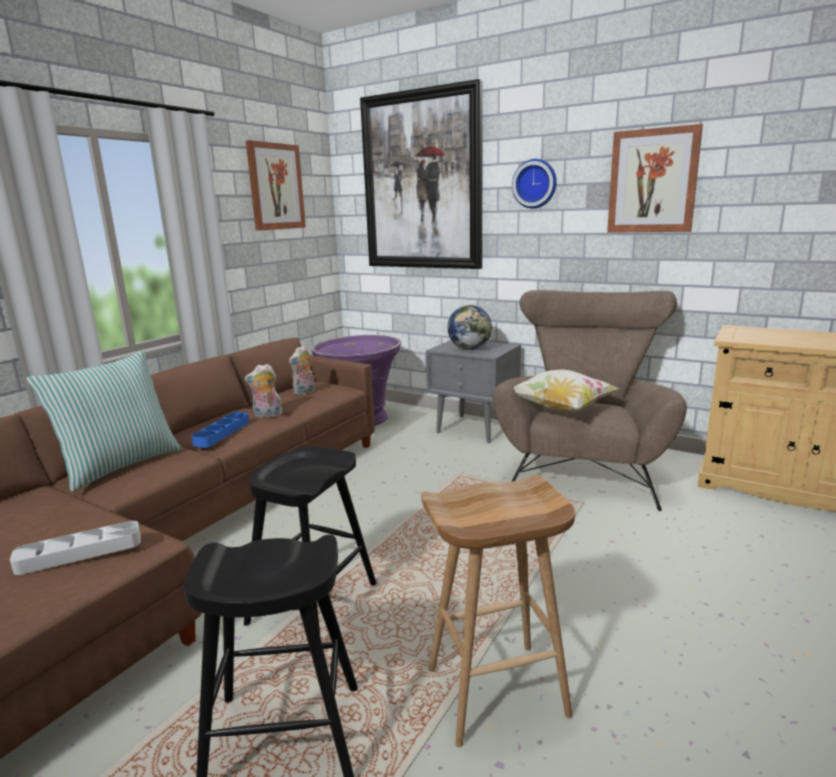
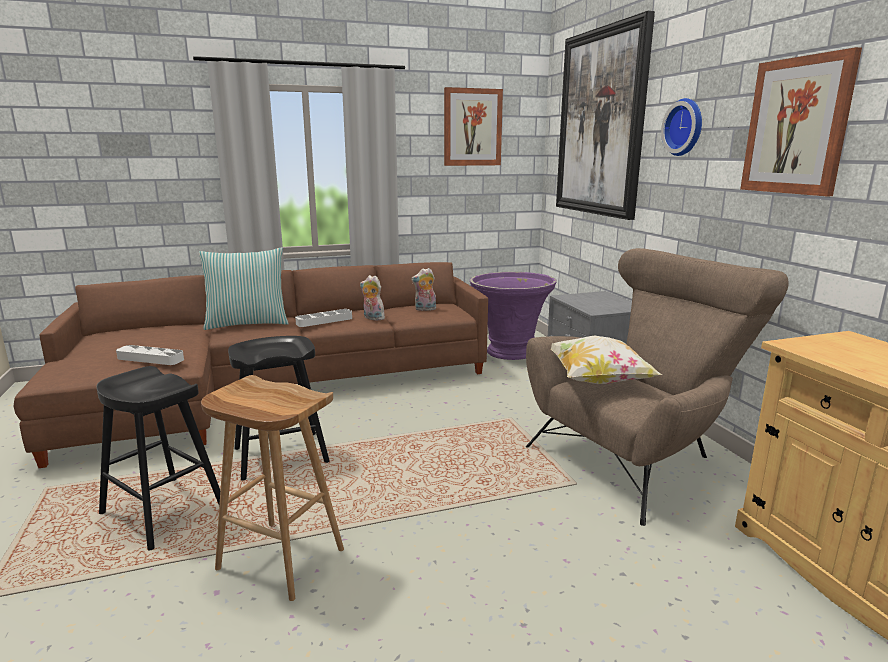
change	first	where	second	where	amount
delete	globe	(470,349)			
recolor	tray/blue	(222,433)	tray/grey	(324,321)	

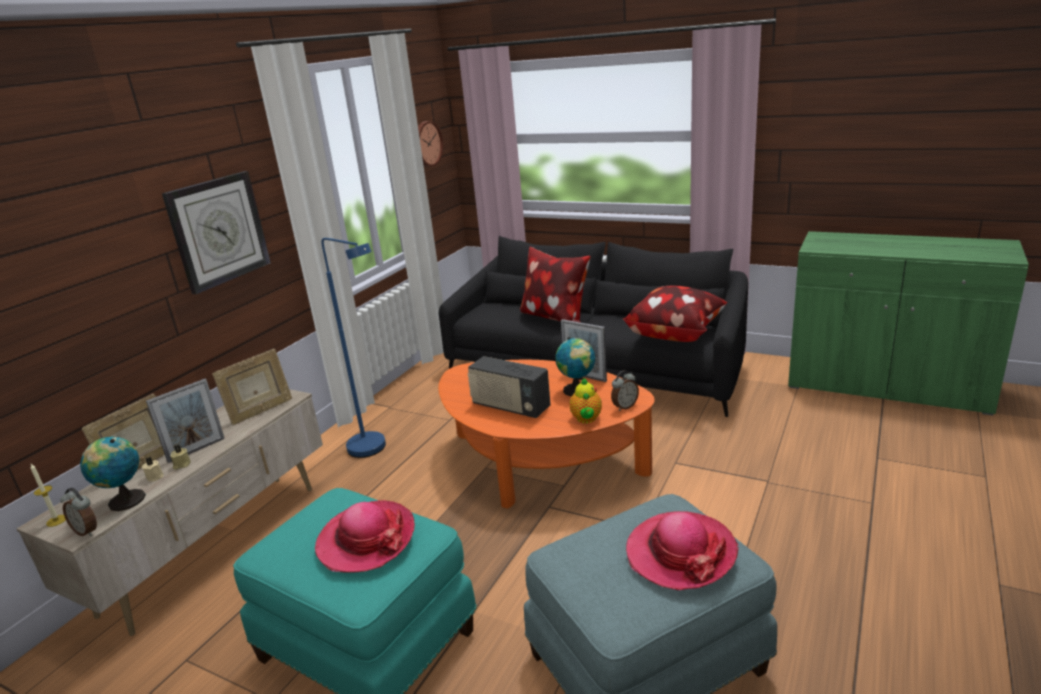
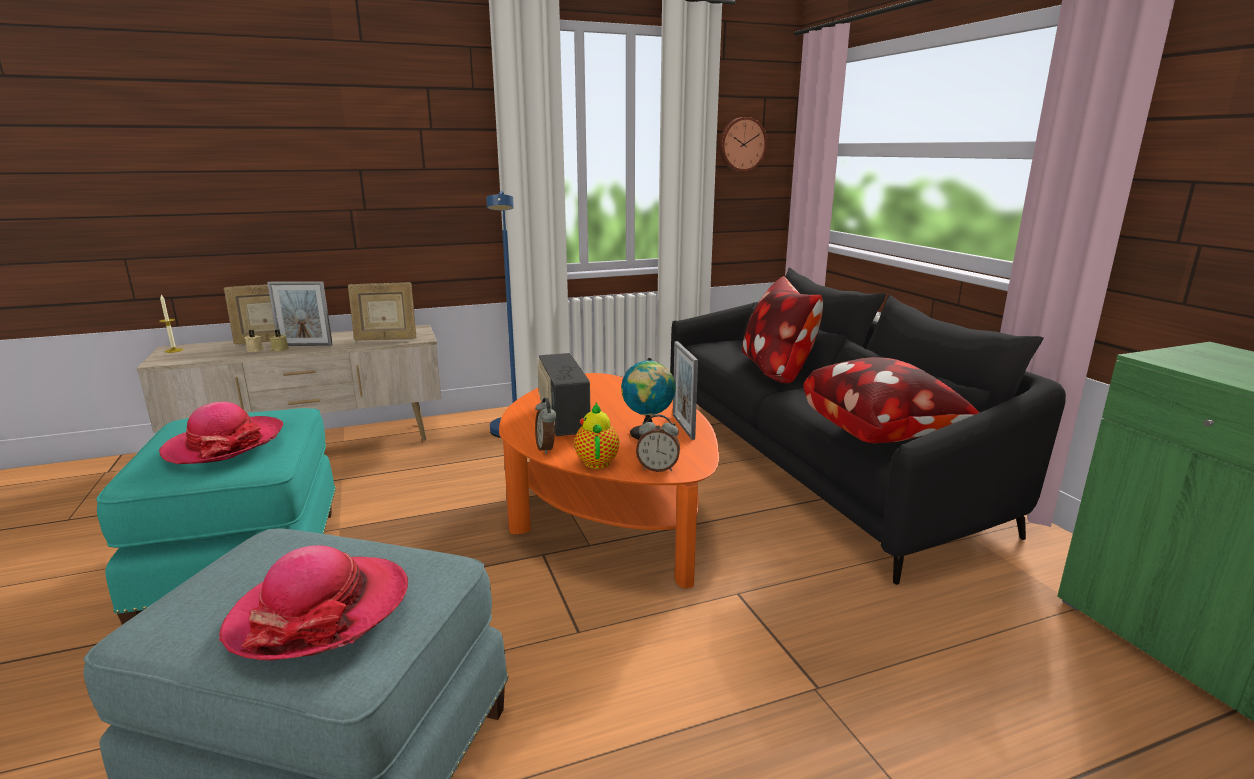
change	first	where	second	where	amount
delete	globe	(124,501)			
delete	wall clock	(218,231)			
move	alarm clock	(87,531)		(546,448)	
rotate	teapot	(586,419)		(597,461)	135 degrees clockwise

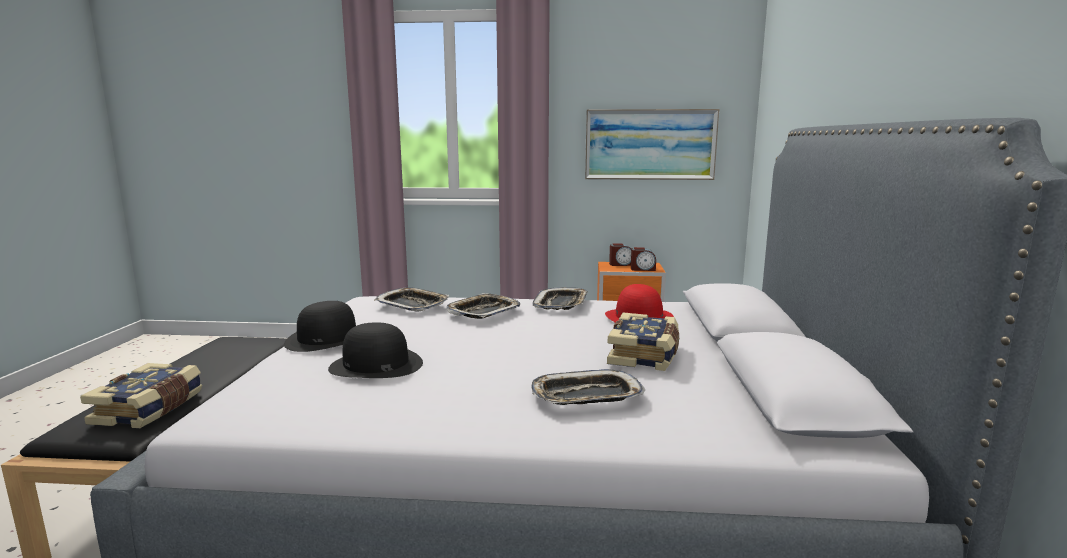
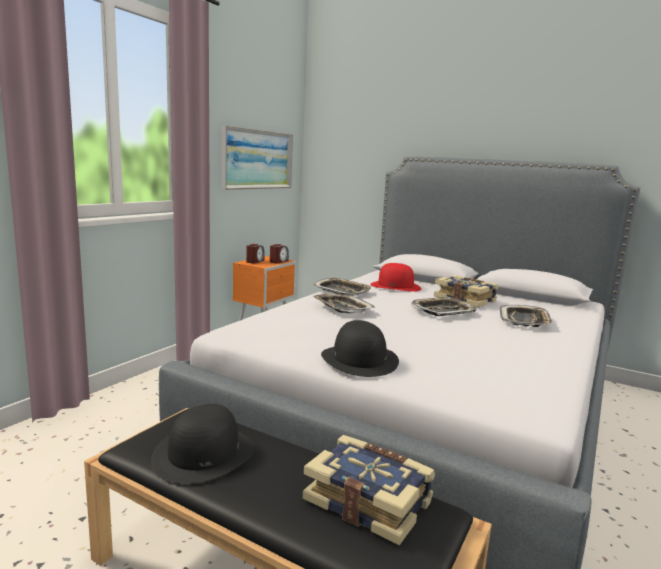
change	first	where	second	where	amount
move	hat/black	(375,365)		(204,454)	
move	tray	(413,305)		(442,311)	

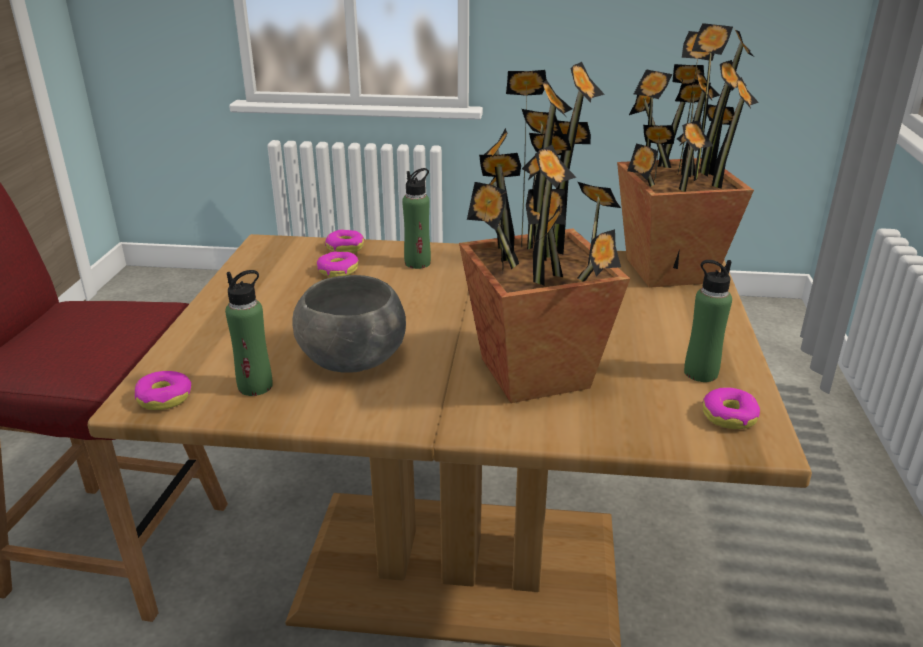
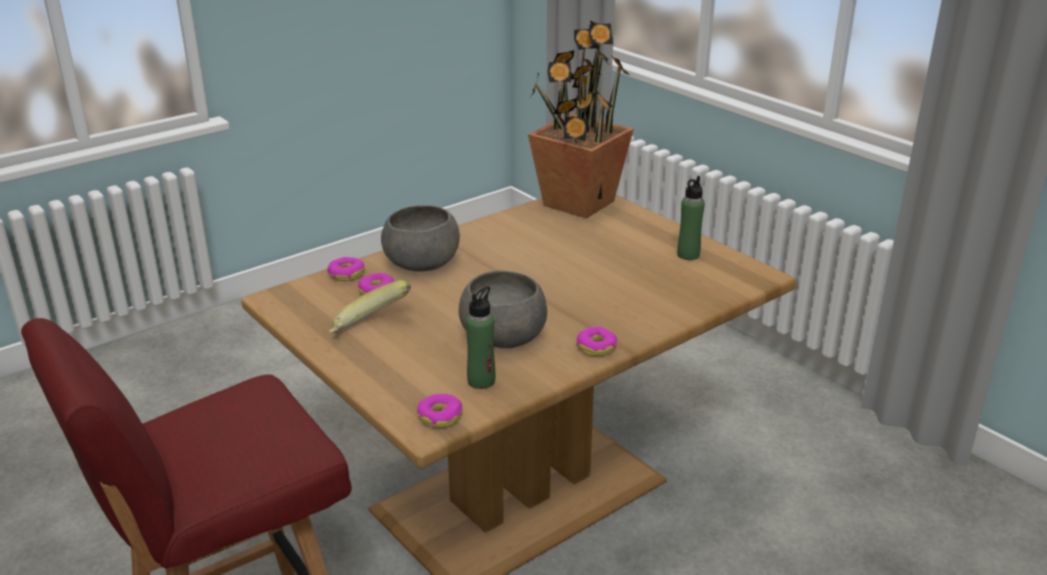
change	first	where	second	where	amount
delete	potted plant	(533,374)			
insert			banana	(370,328)	
move	donut	(729,416)		(596,347)	
replace	bottle/green	(417,263)	bowl/grey	(421,262)	

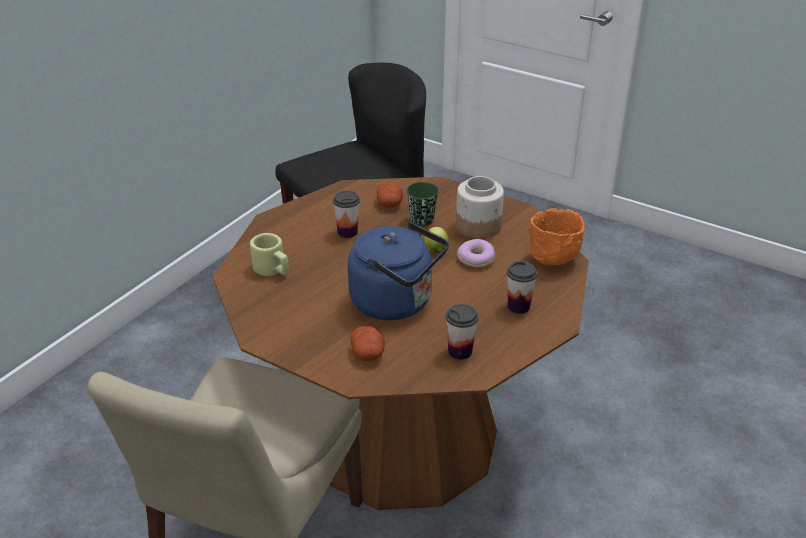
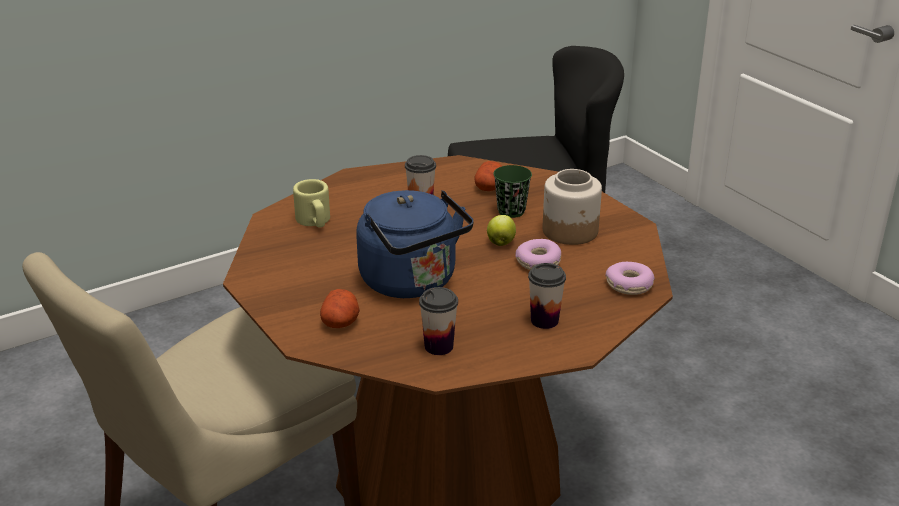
change	first	where	second	where	amount
replace	bowl/orange	(554,260)	donut	(629,285)	

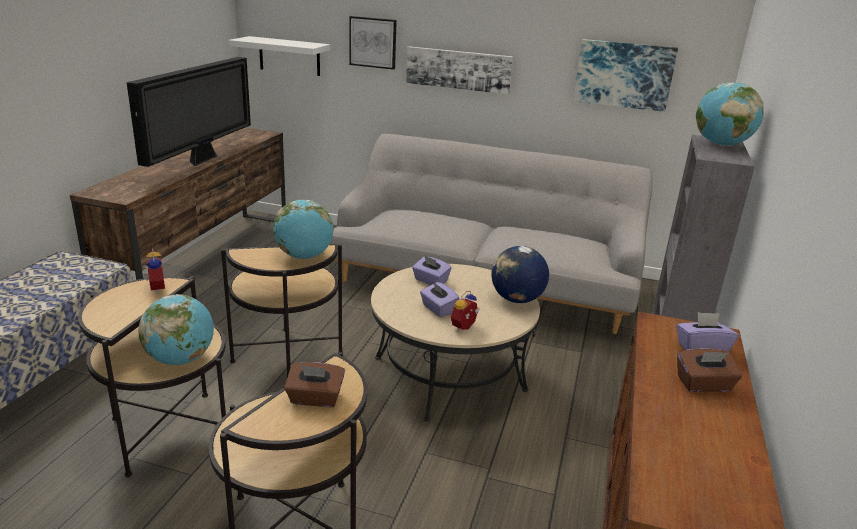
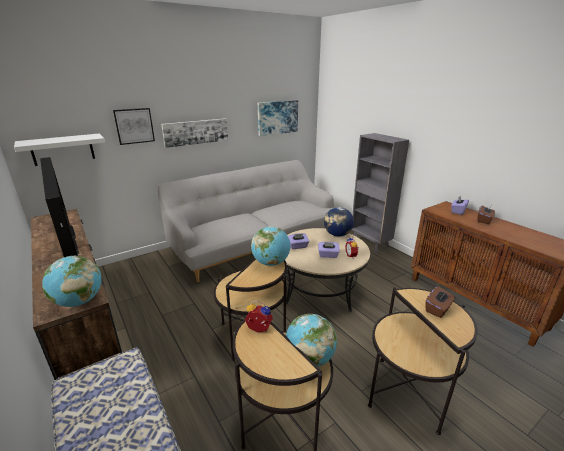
change	first	where	second	where	amount
move	globe	(721,145)		(79,301)	

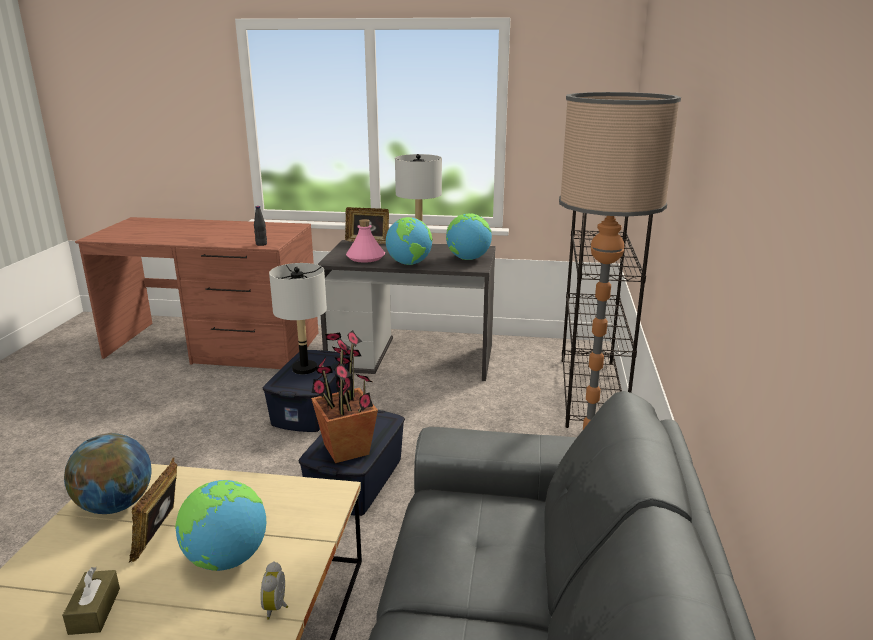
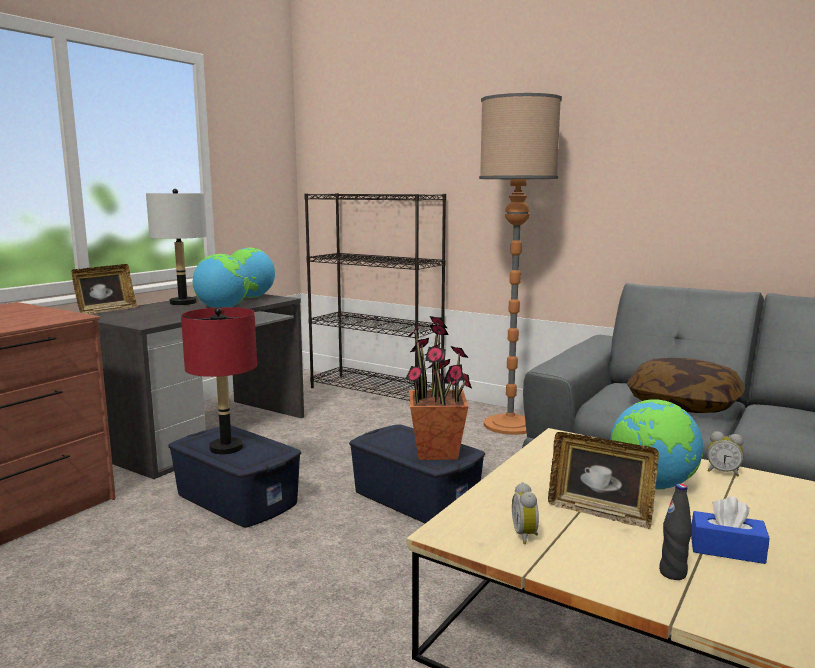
change	first	where	second	where	amount
delete	bottle/pink	(366,257)			
insert			pillow	(683,404)	
move	bottle/black	(261,244)		(673,573)	
replace	globe	(115,505)	alarm clock	(526,535)	
recolor	tissue box/brown	(94,611)	tissue box/blue	(727,549)	
recolor	table lamp/grey	(304,369)	table lamp/red	(226,448)	

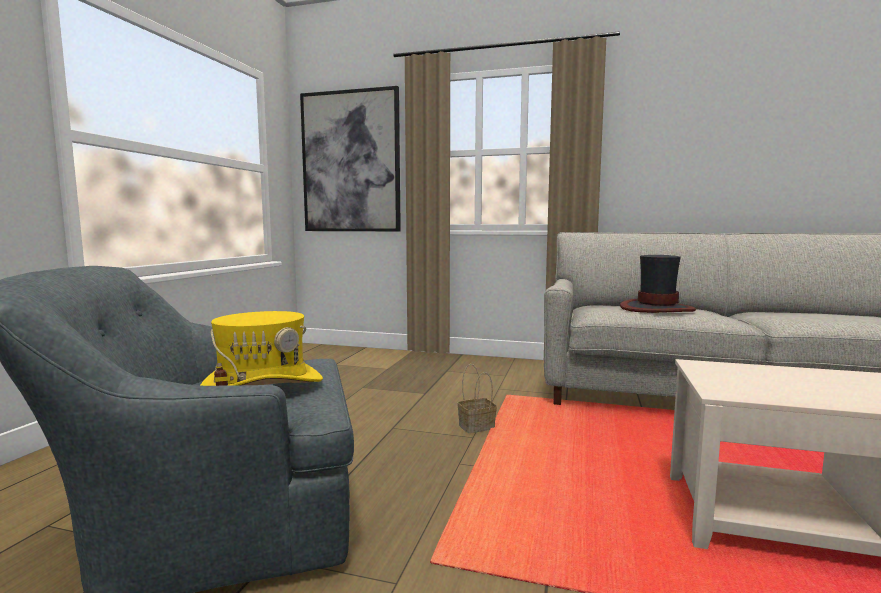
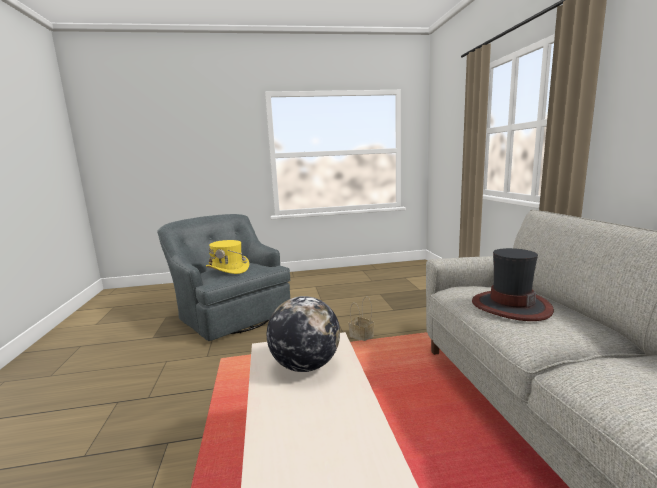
change	first	where	second	where	amount
delete	picture	(351,162)			
insert			globe	(305,366)	

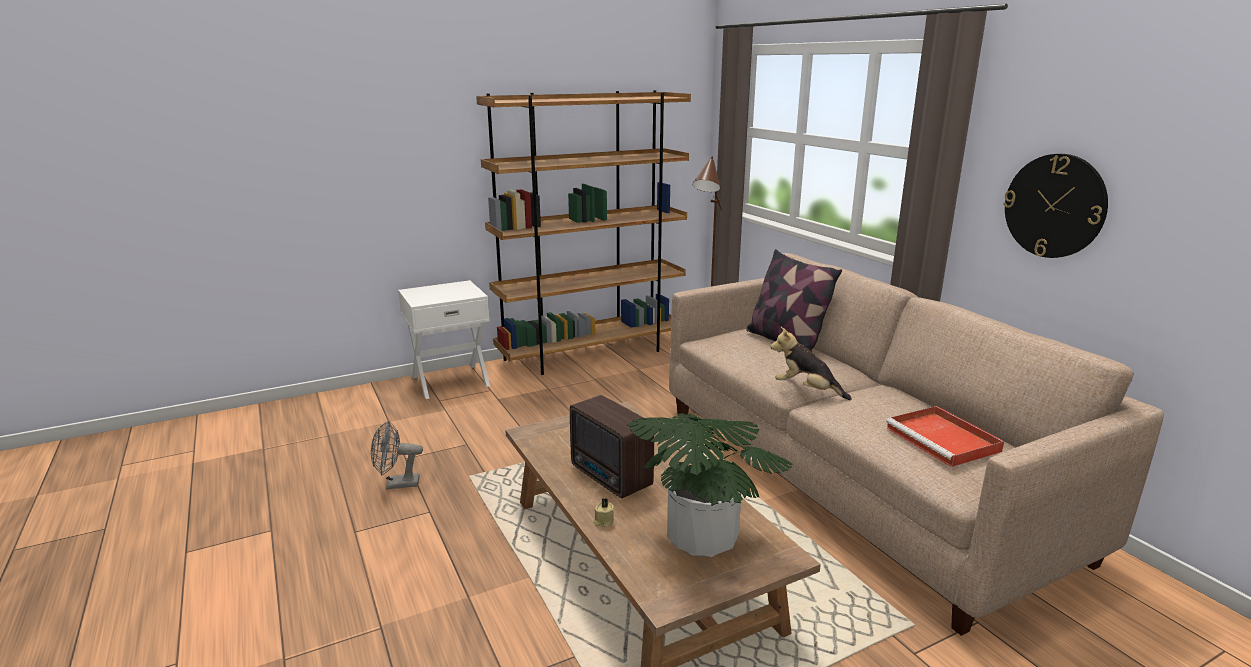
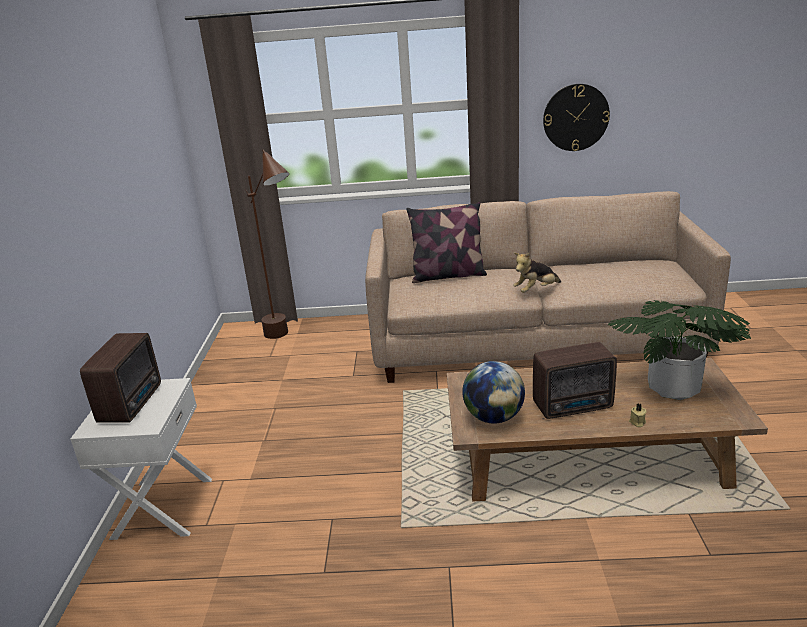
change	first	where	second	where	amount
delete	fan/grey	(397,484)			
delete	bookcase/brown	(592,353)			
delete	tray/red	(944,440)			
insert			radio	(133,403)	
insert			globe	(493,417)	

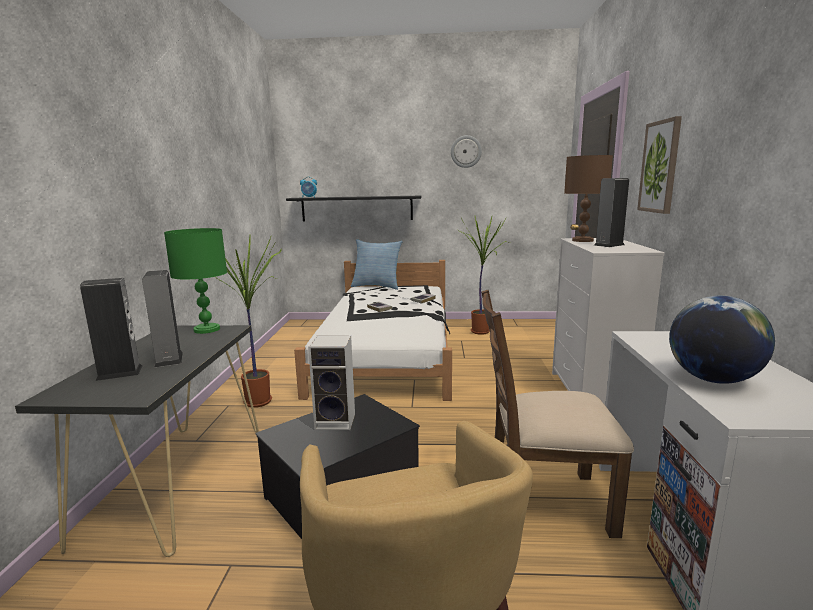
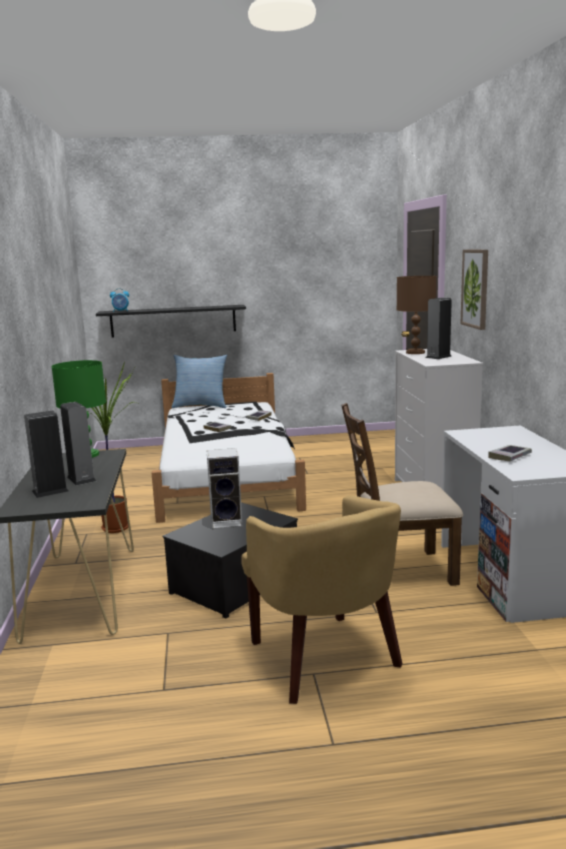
change	first	where	second	where	amount
delete	wall clock	(466,151)			
delete	potted plant	(481,331)			
replace	globe	(712,379)	book	(509,456)	

